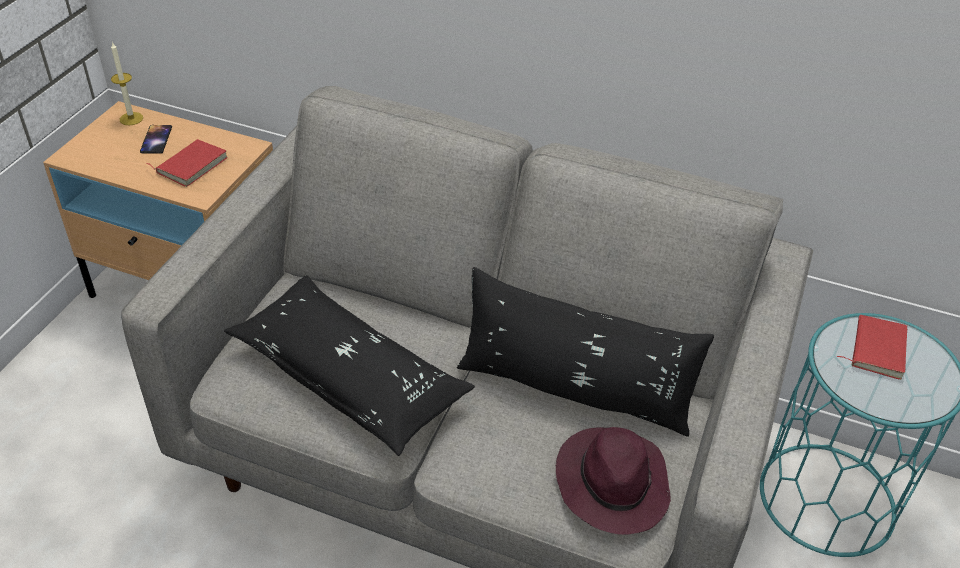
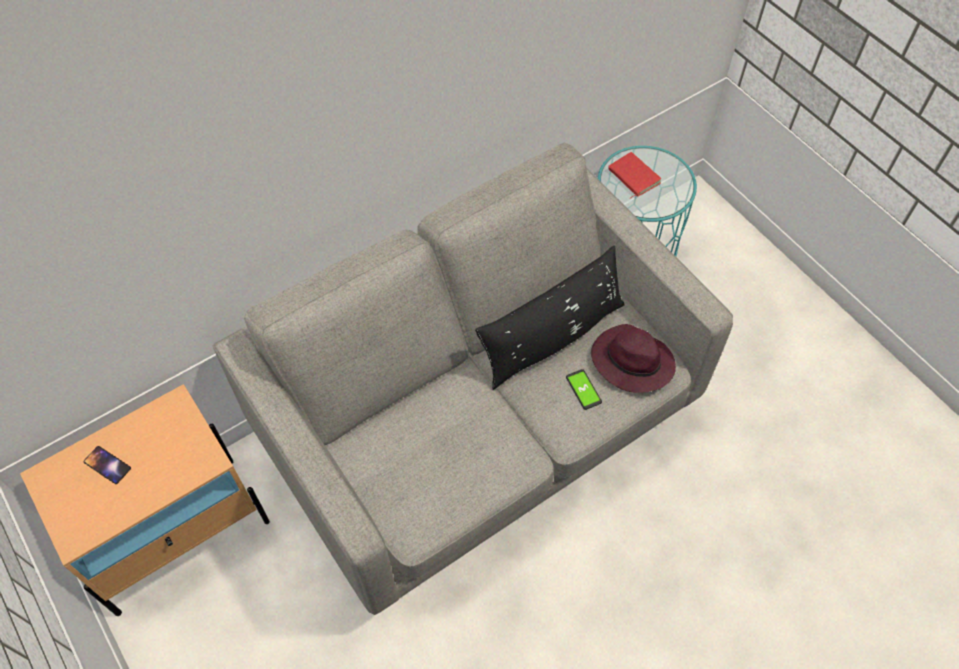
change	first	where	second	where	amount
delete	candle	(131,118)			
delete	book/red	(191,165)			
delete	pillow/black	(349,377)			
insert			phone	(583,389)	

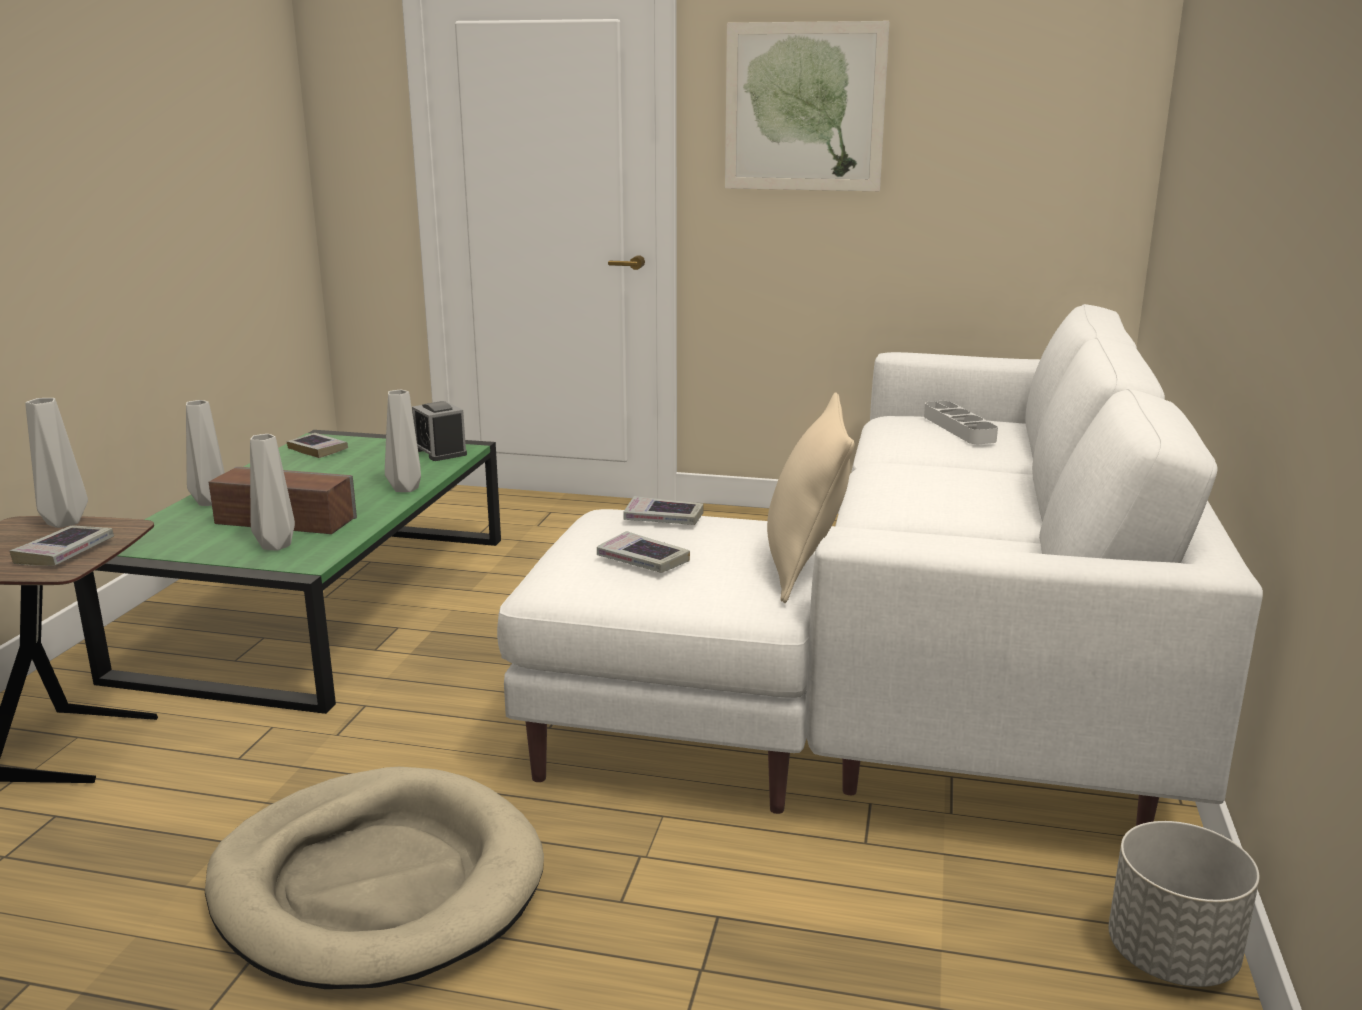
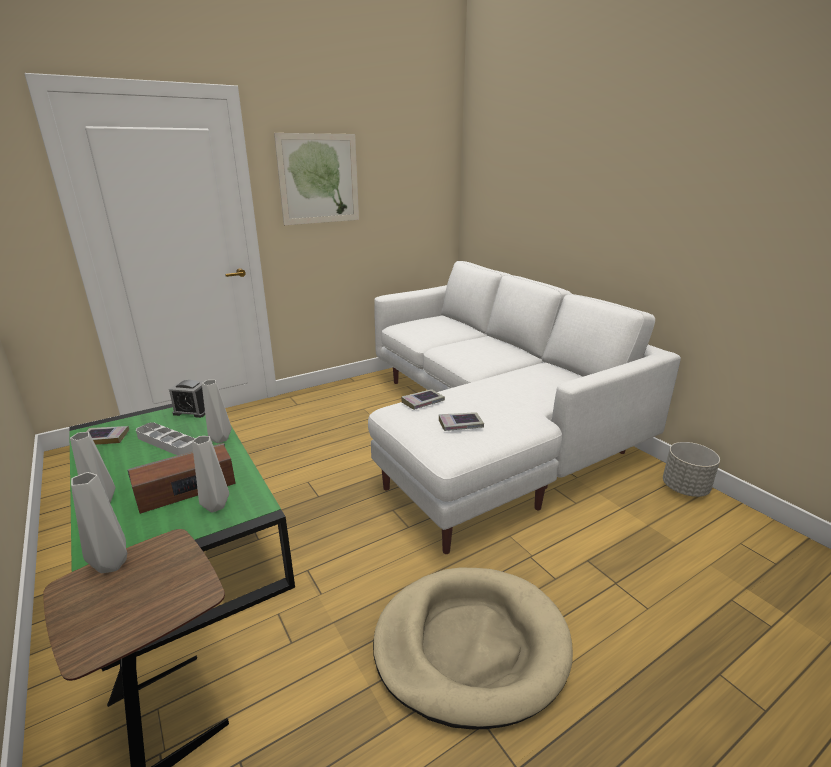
change	first	where	second	where	amount
delete	book	(65,552)			
delete	pillow/beige	(804,567)			
move	tray/grey	(958,428)		(167,442)	

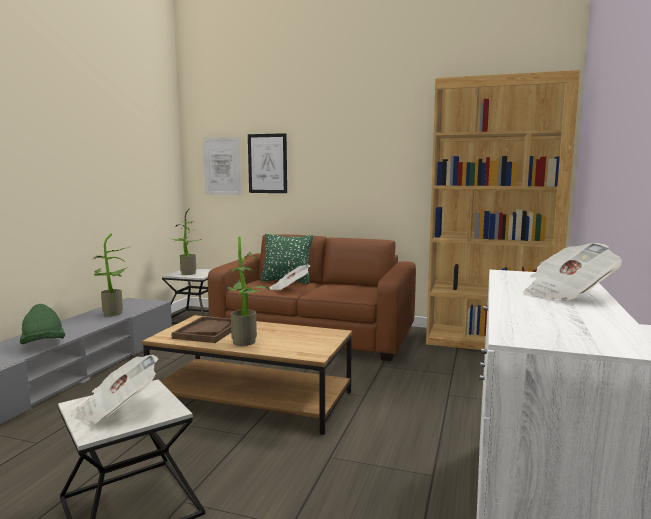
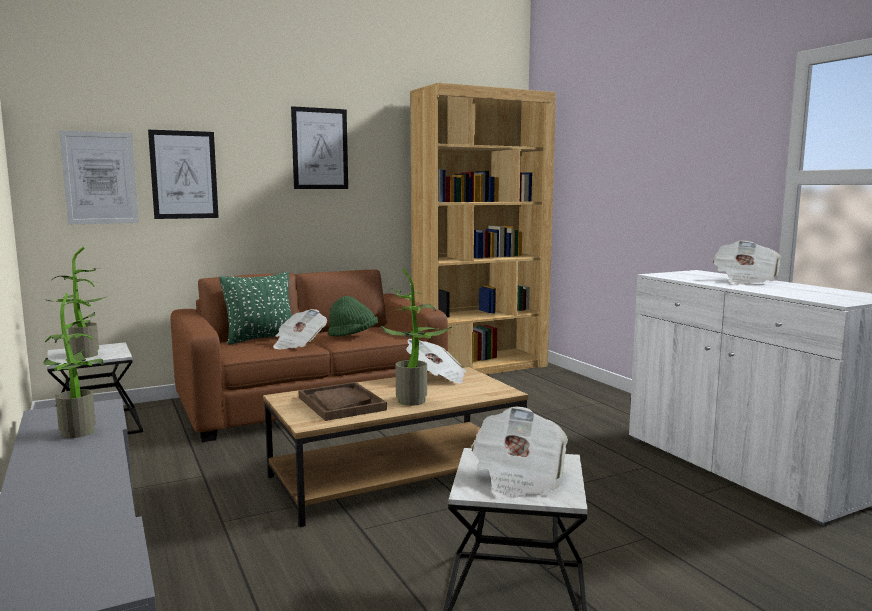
change	first	where	second	where	amount
insert			picture	(320,149)	
insert			newspaper	(437,377)	
move	hat/green	(43,345)		(353,336)	

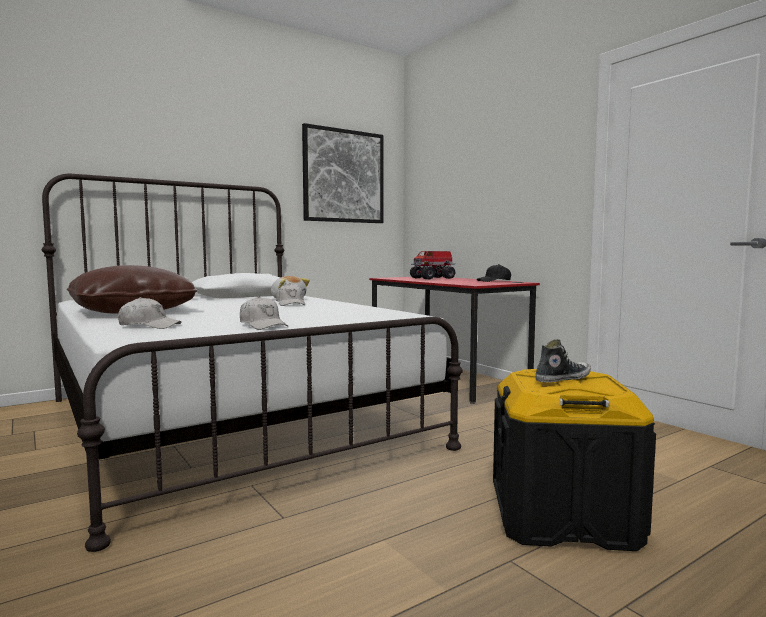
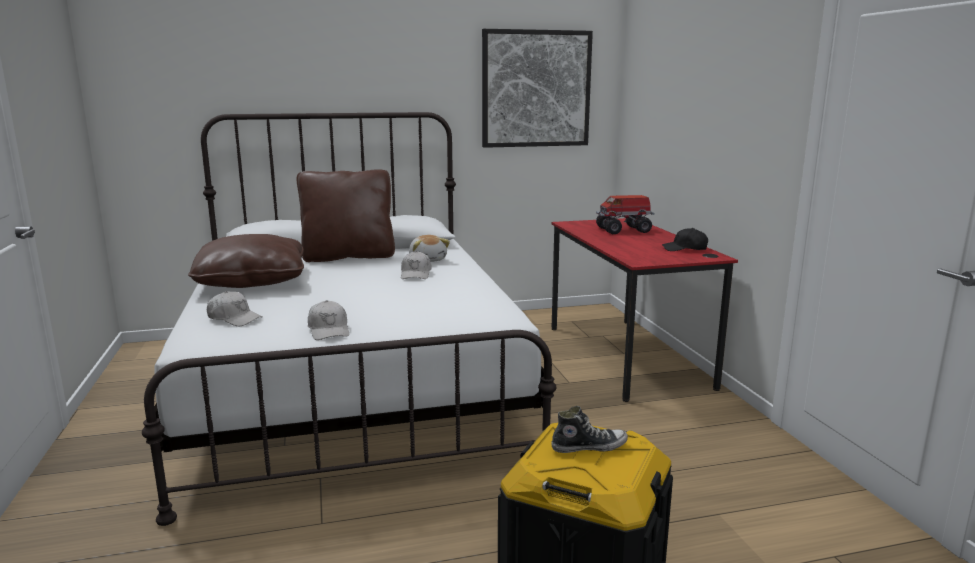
change	first	where	second	where	amount
insert			pillow/brown	(348,256)	

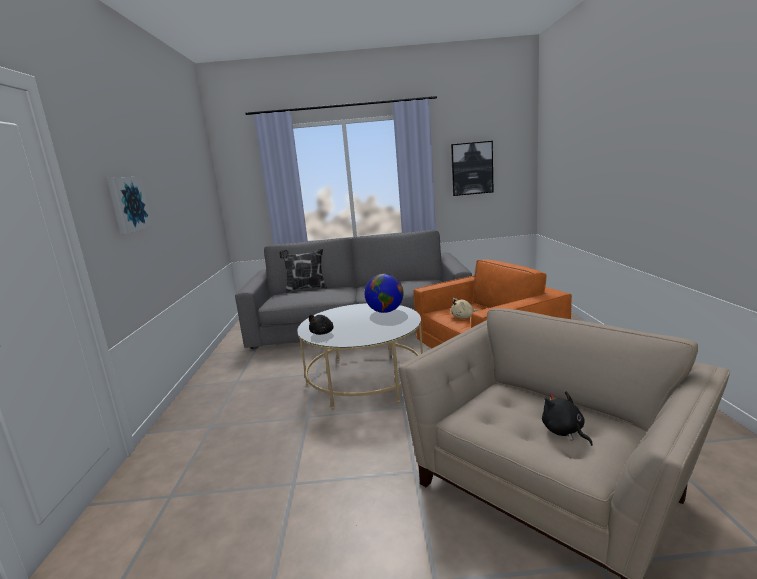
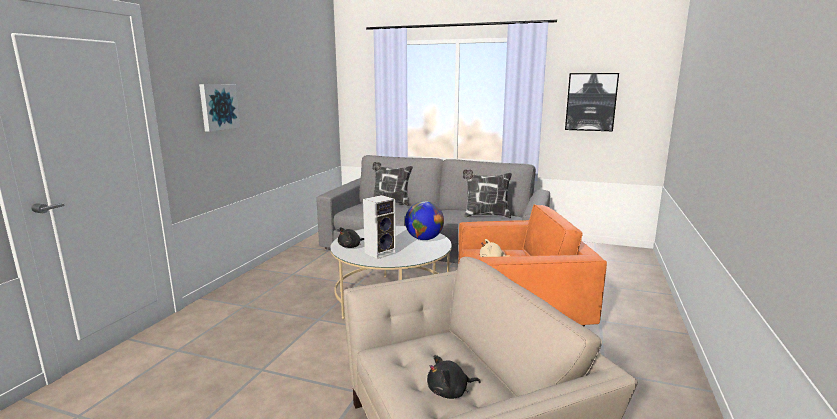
change	first	where	second	where	amount
insert			speaker	(380,252)	
insert			pillow	(485,215)	
rotate	plush toy/black	(564,431)		(450,392)	105 degrees counterclockwise

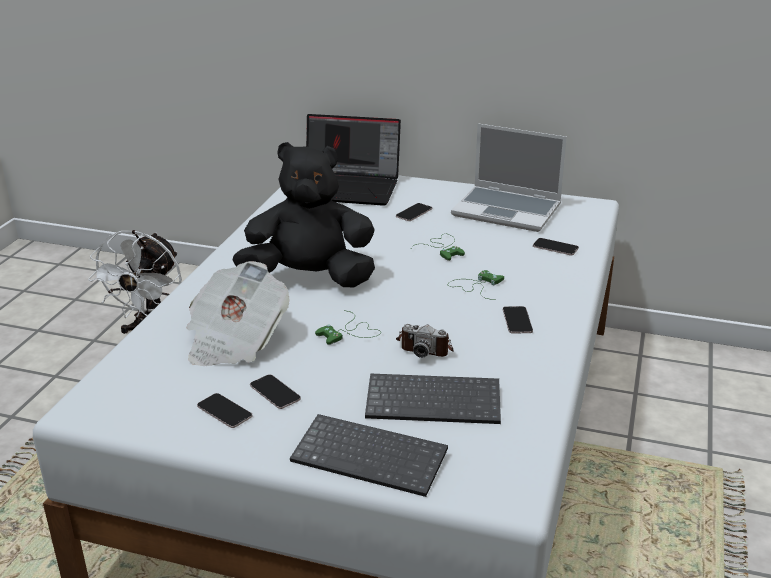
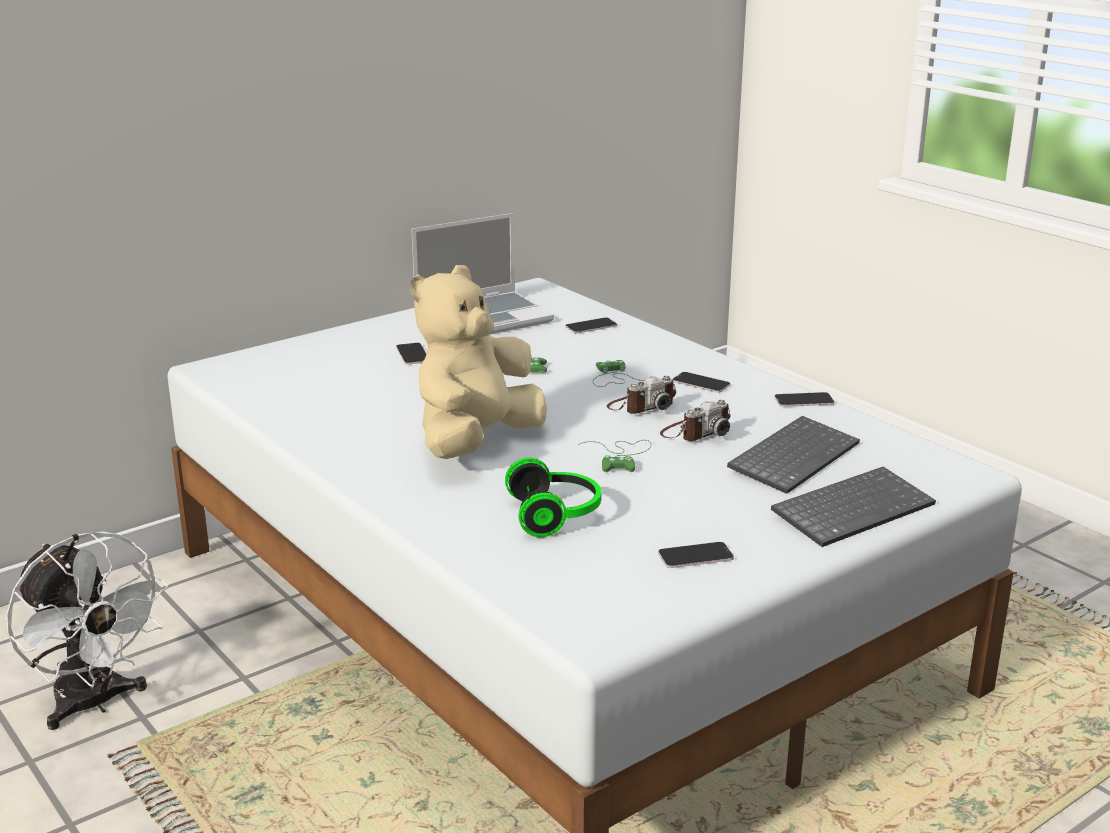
change	first	where	second	where	amount
delete	laptop	(349,187)			
insert			photo camera	(641,406)	
move	phone	(275,392)		(804,401)	
replace	newspaper	(235,340)	headphones	(556,515)	
recolor	plush toy/black	(309,278)	plush toy/beige	(476,442)	

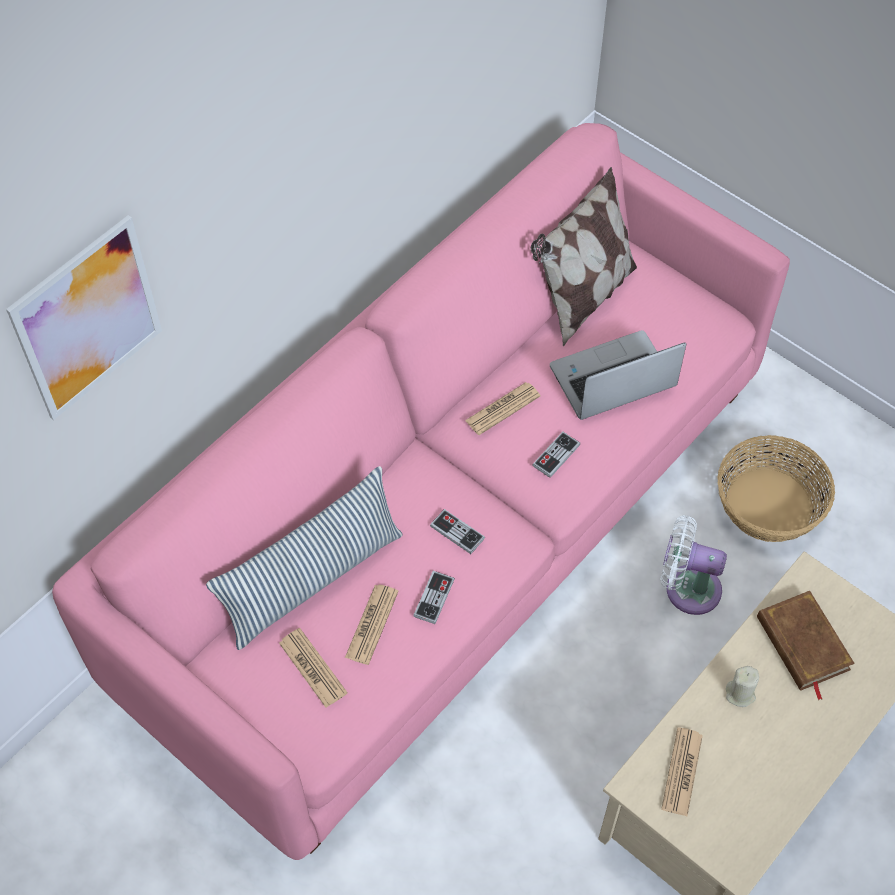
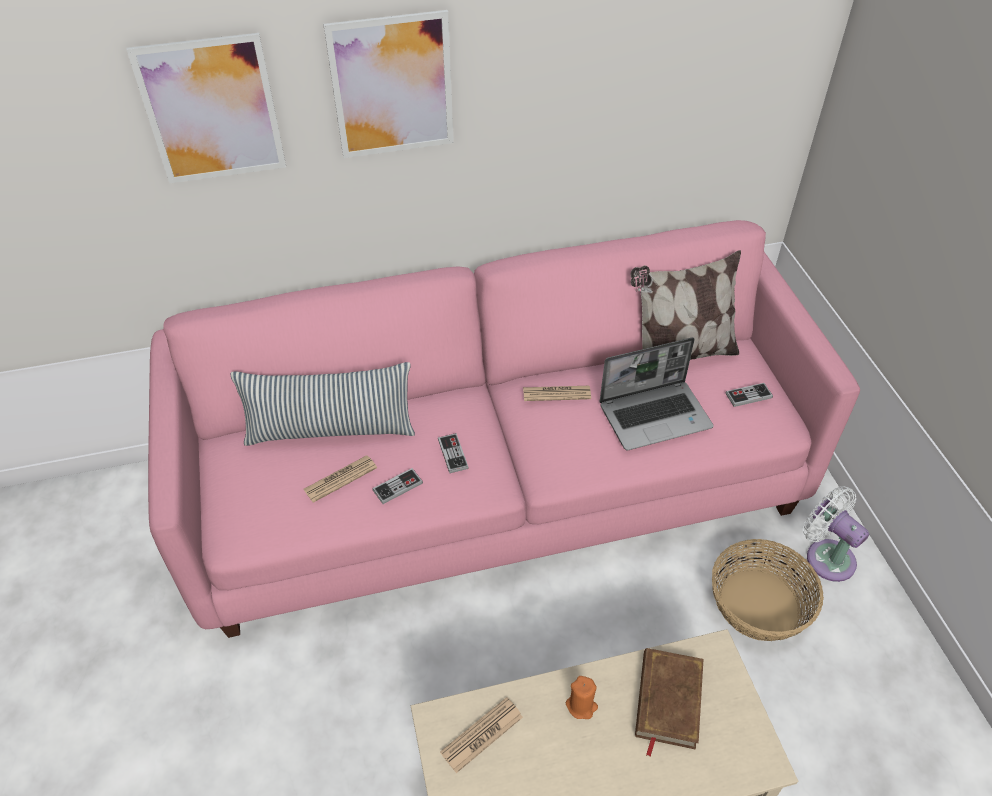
change	first	where	second	where	amount
delete	newspaper	(312,668)			
insert			picture	(392,86)	
move	game controller	(556,455)		(748,396)	
move	fan/white	(687,587)		(826,556)	
recolor	candle/beige	(740,693)	candle/orange	(581,705)	
rotate	laptop	(611,379)		(655,415)	150 degrees clockwise

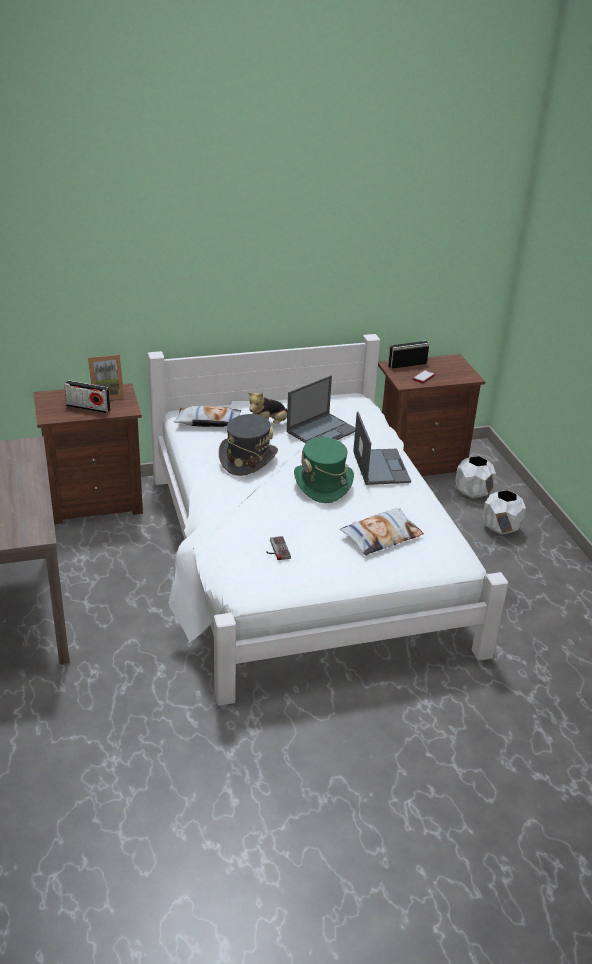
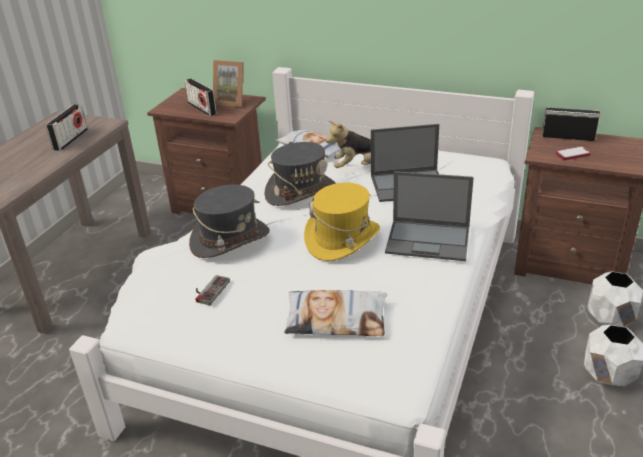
change	first	where	second	where	amount
insert			radio	(70,139)	
insert			hat/grey	(230,240)	
recolor	hat/green	(323,484)	hat/yellow	(342,239)	
rotate	laptop	(380,466)		(429,240)	75 degrees clockwise

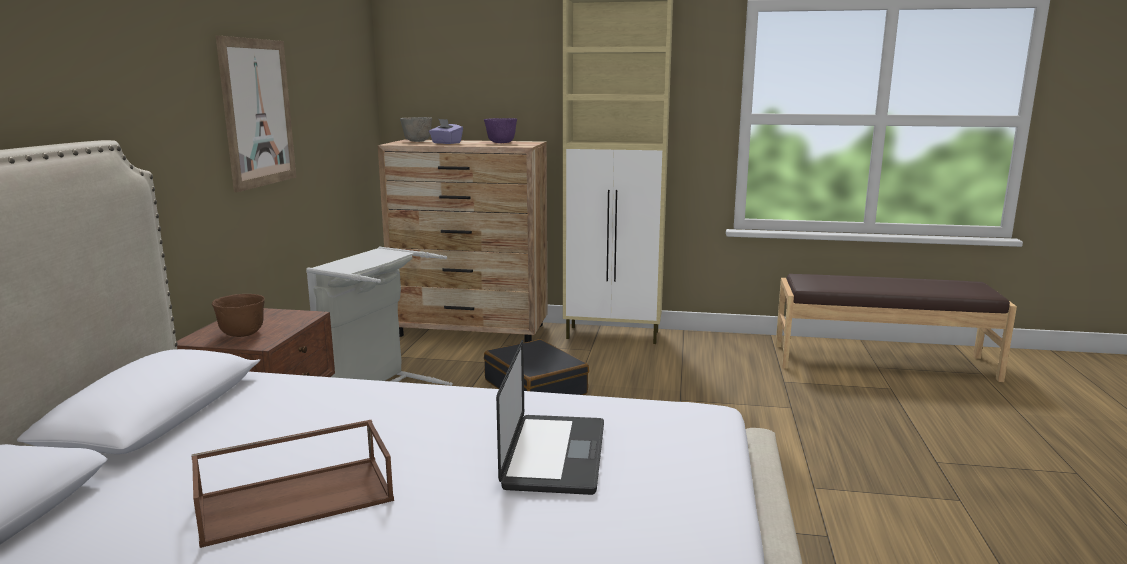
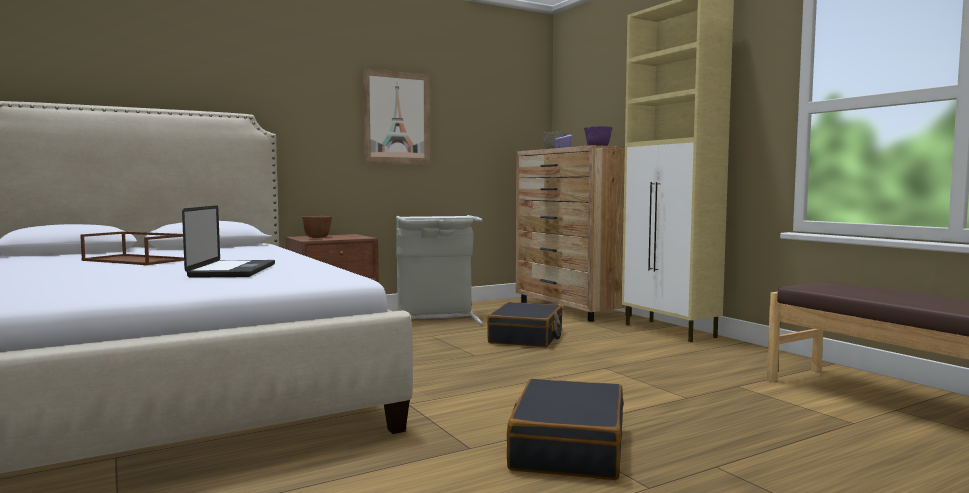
change	first	where	second	where	amount
insert			suitcase/black	(567,447)	
rotate	laptop	(555,455)		(233,271)	60 degrees counterclockwise

